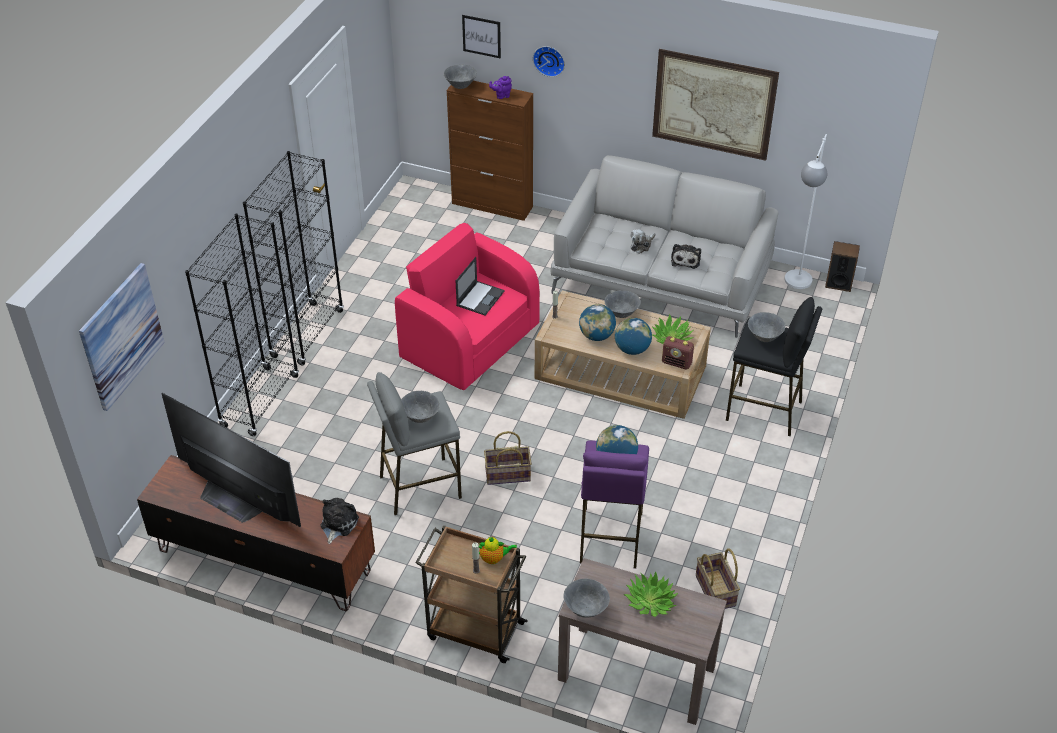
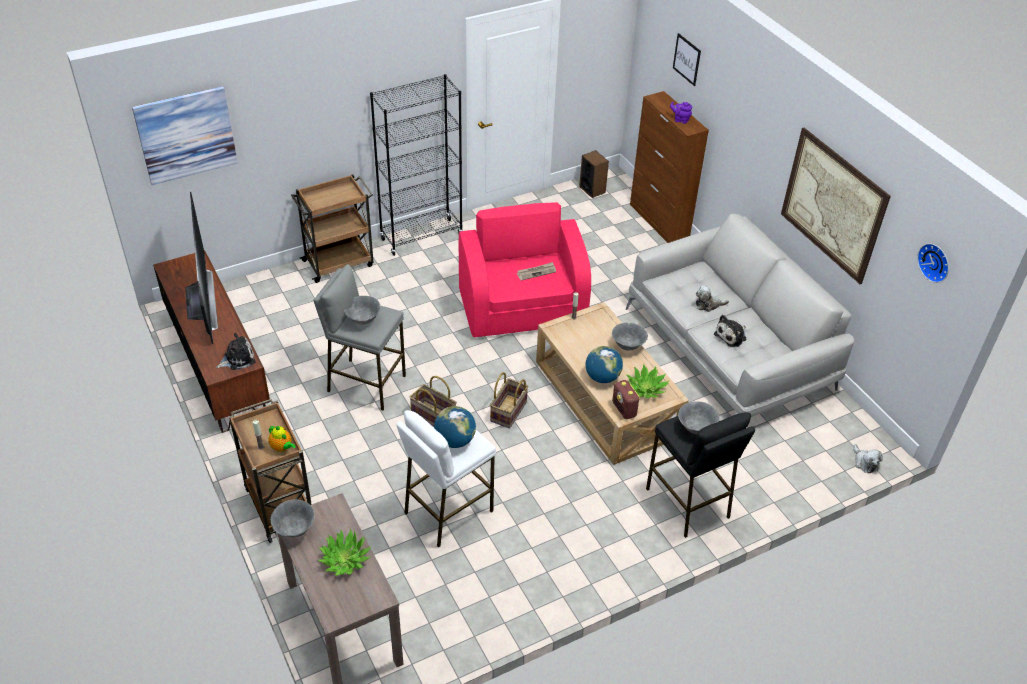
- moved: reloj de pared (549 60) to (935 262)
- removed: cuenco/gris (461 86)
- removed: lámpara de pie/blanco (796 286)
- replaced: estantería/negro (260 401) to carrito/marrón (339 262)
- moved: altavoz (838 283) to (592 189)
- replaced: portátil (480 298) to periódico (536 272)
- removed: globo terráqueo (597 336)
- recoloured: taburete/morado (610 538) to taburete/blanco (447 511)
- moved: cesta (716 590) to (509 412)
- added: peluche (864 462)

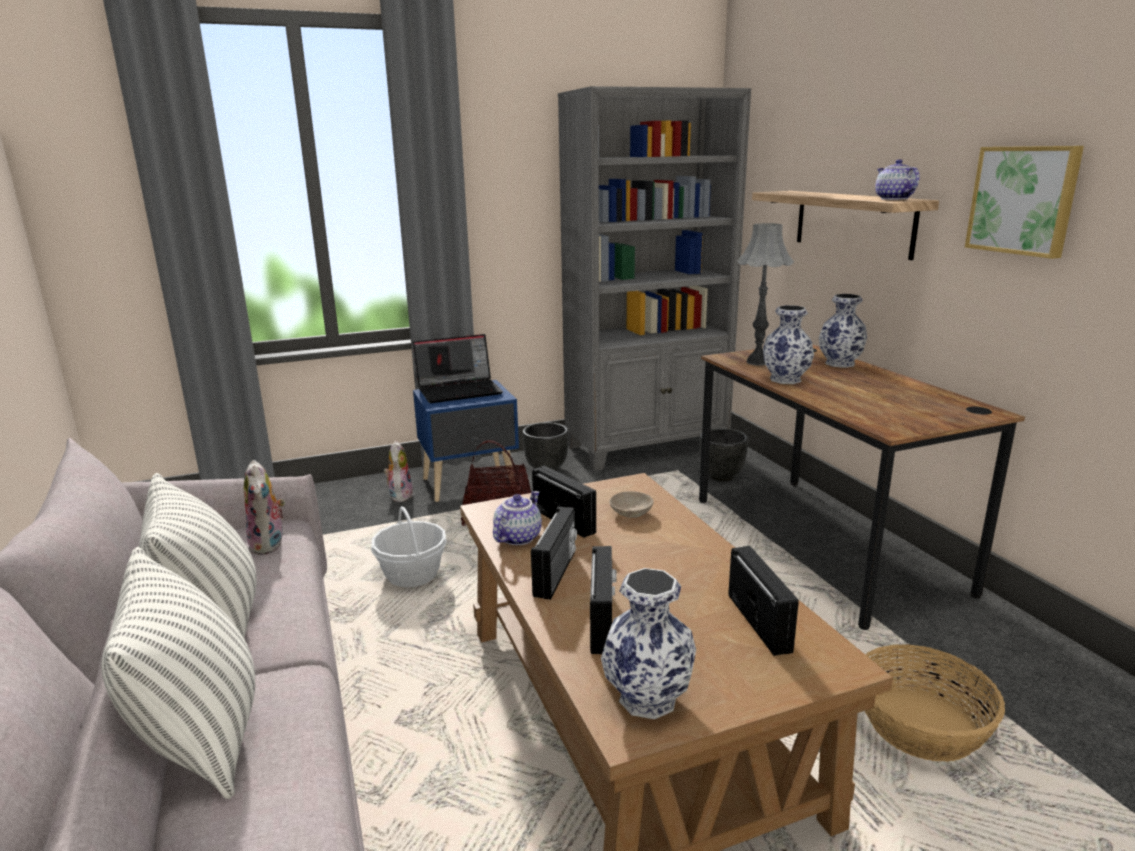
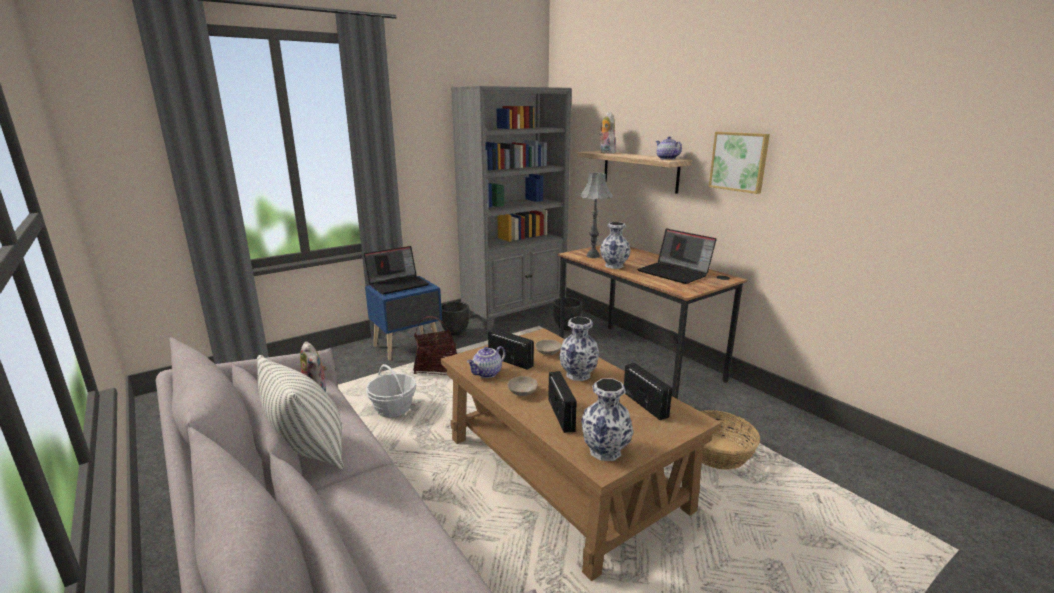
- moved: florero (839 363) to (577 374)
- moved: peluche (399 495) to (606 153)
- turned: tetera (517 537) = (487 373) 150 degrees counterclockwise
- replaced: radio (556 573) to cuenco/beis (522 392)
- removed: cojín (201 737)
- added: portátil (675 273)

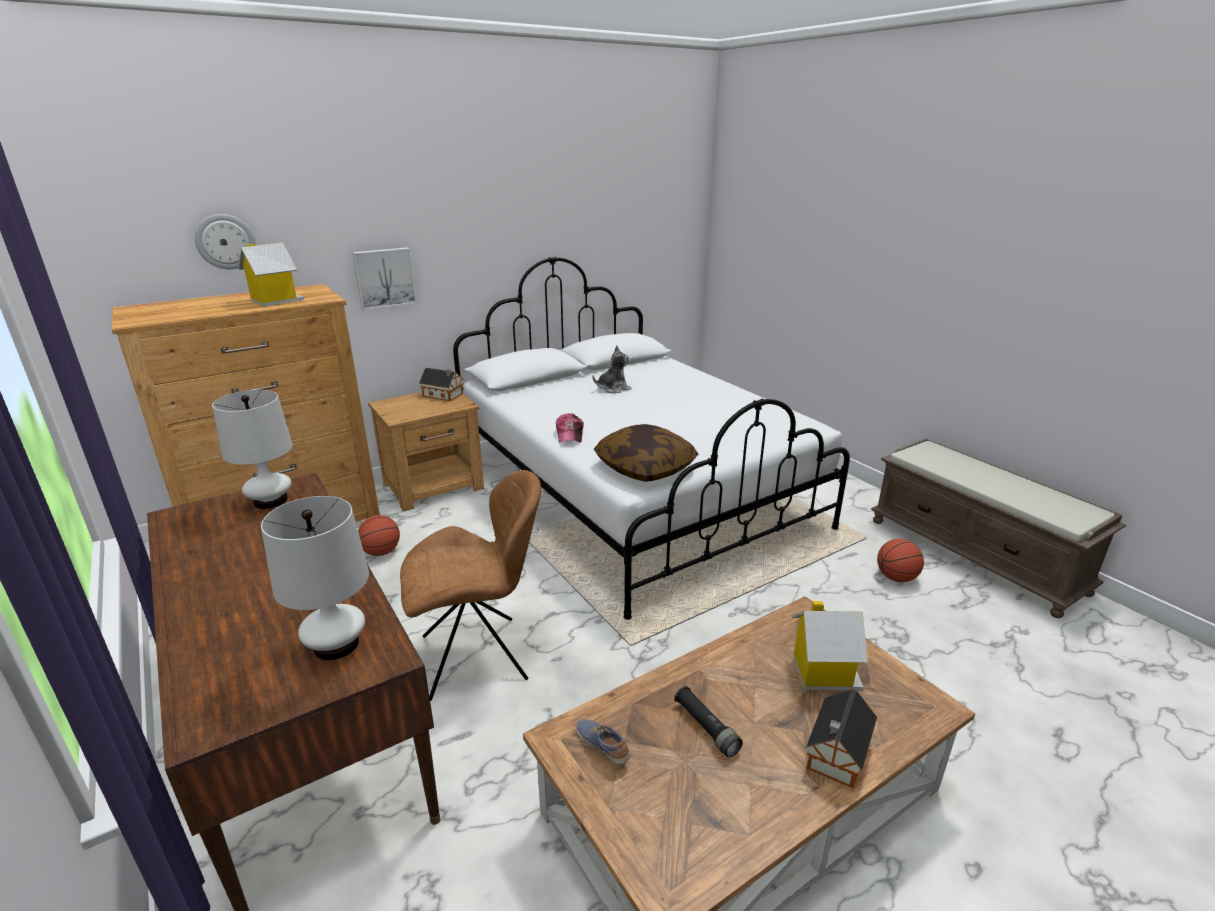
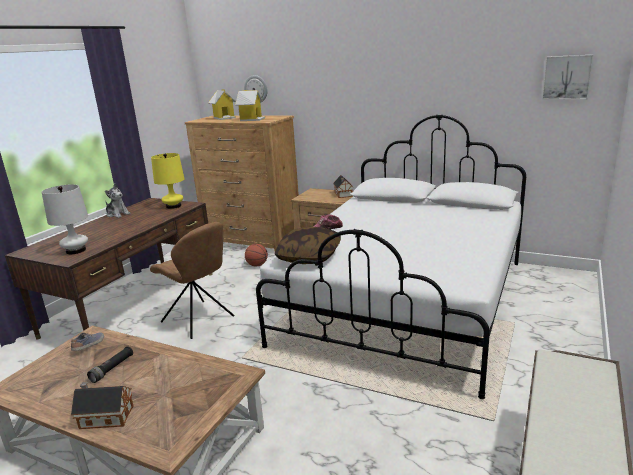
- moved: cuadro (384 278) to (566 77)
- moved: peluche (613 388) to (117 214)
- recoloured: lámpara de mesa/blanco (270 501) to lámpara de mesa/amarillo (173 206)
- removed: balón de baloncesto (896 578)
- moved: casita (823 672) to (224 118)

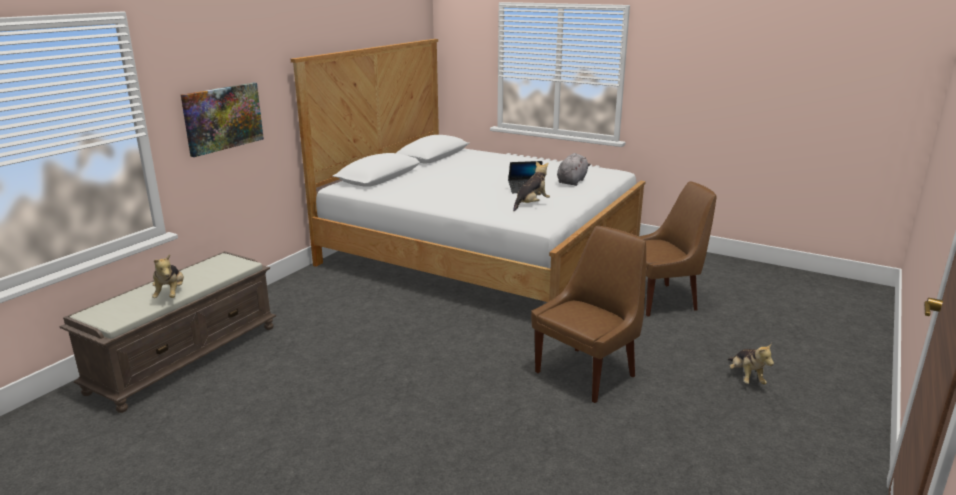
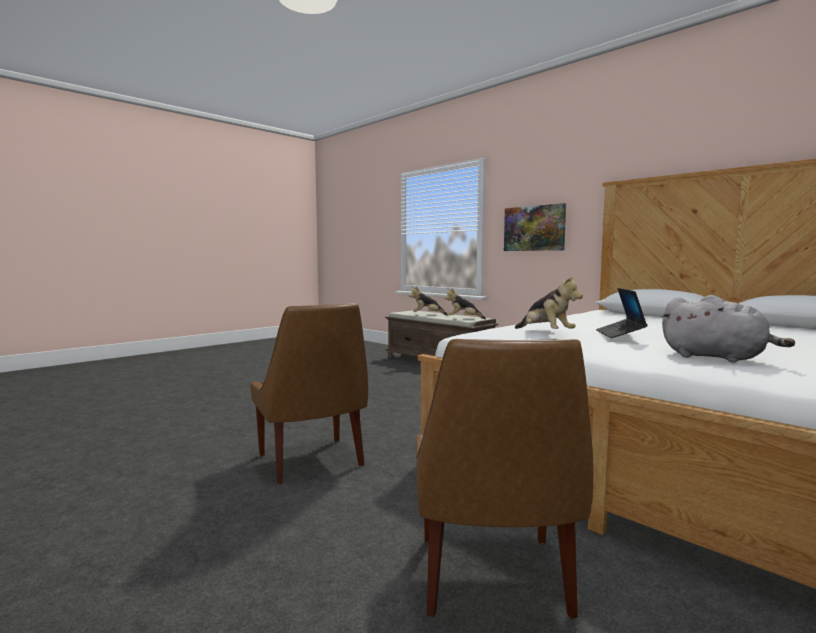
- moved: peluche (745 377) to (463 319)

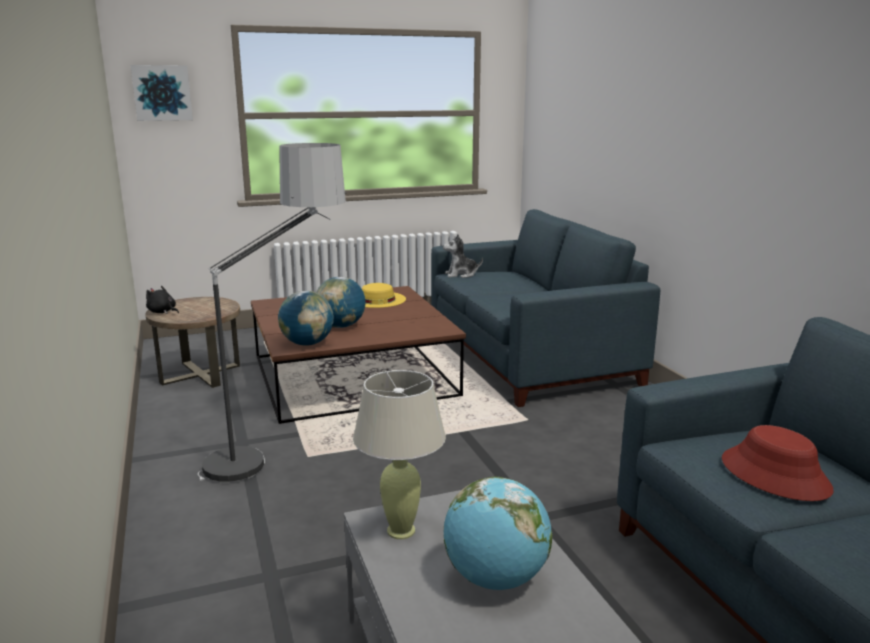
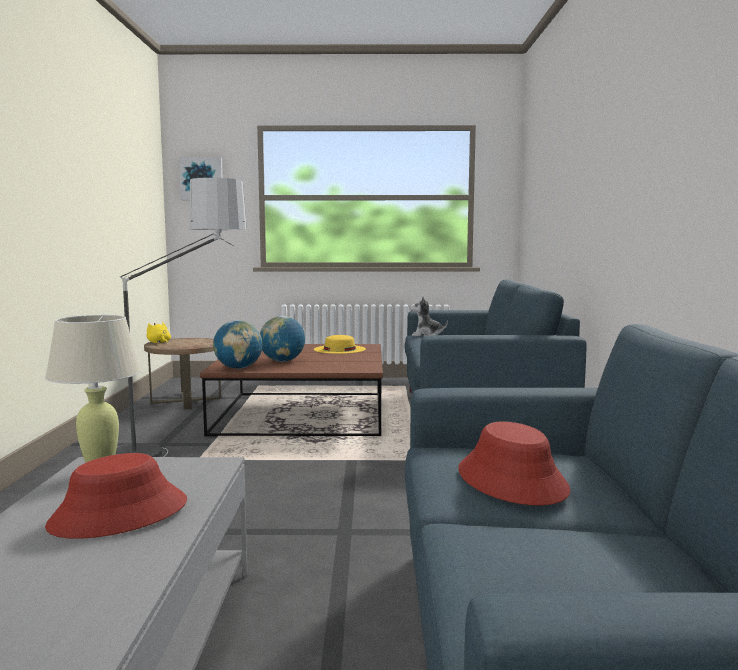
- recoloured: peluche/negro (163 312) to peluche/amarillo (159 343)
- replaced: globo terráqueo (496 579) to sombrero/rojo (119 514)

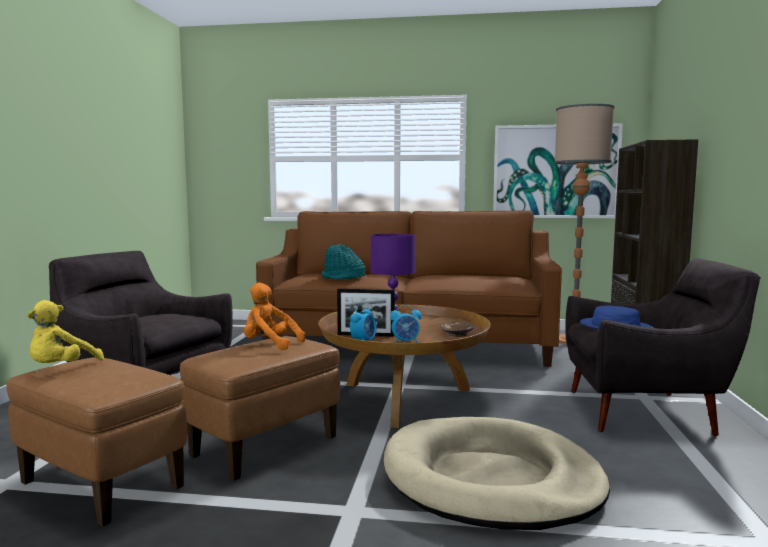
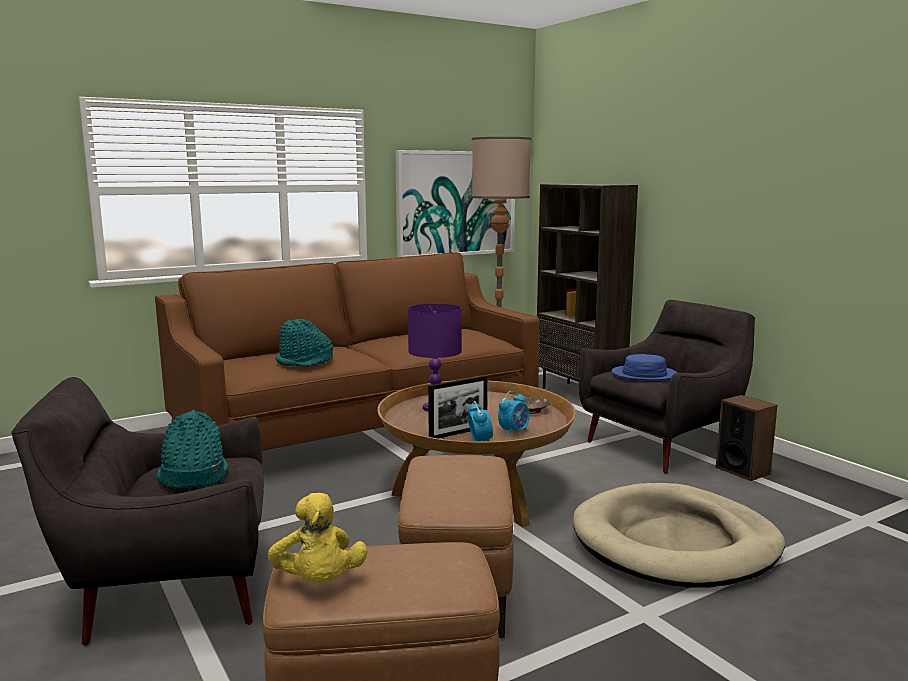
- removed: peluche/naranja (269 344)
- added: altavoz (742 470)
- added: sombrero/turquesa (192 476)

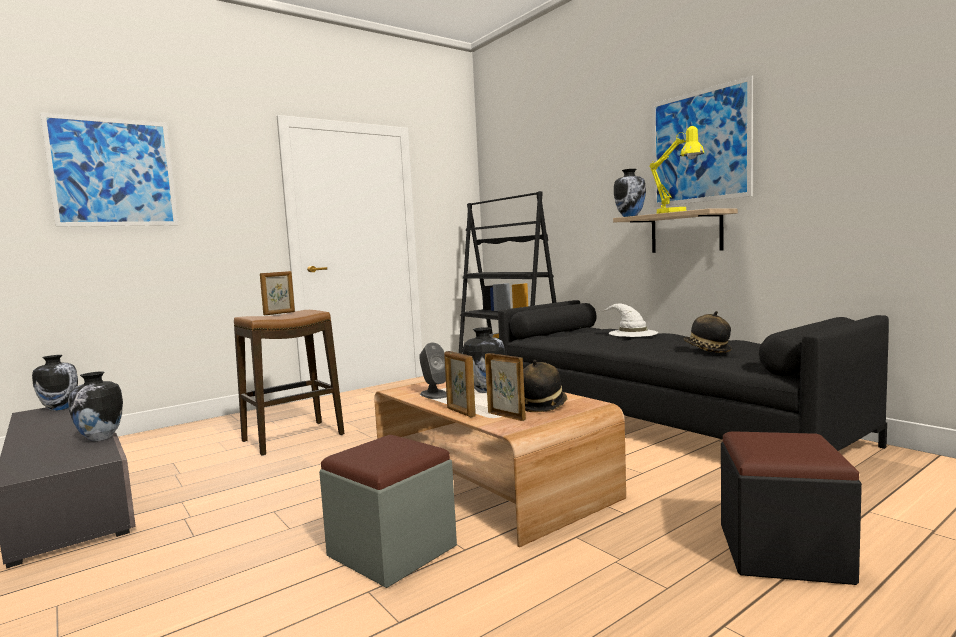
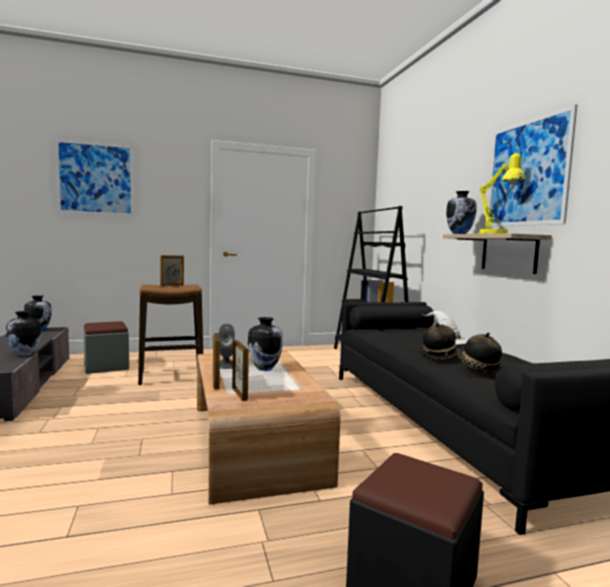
- moved: sombrero (540 405) to (439 355)
- moved: puf/gris (392 551) to (106 366)

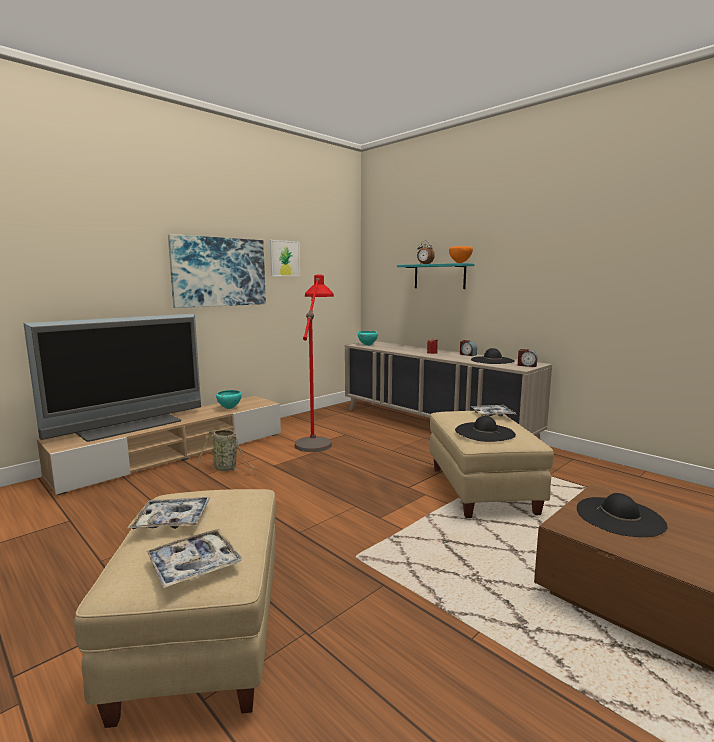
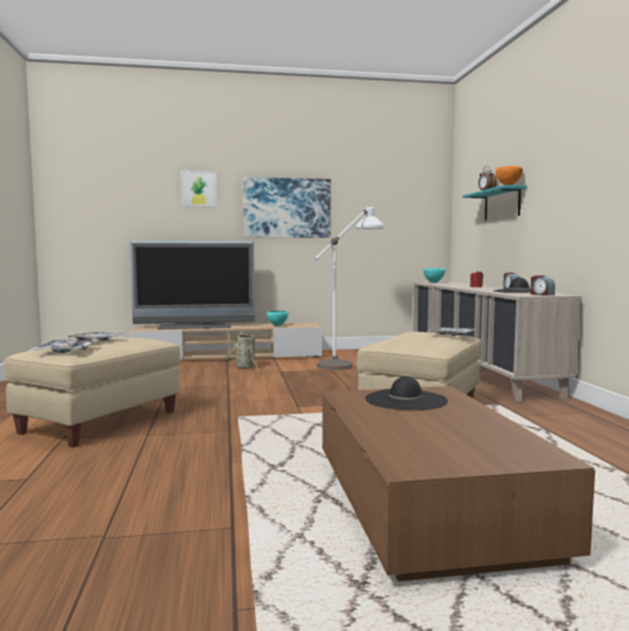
- moved: cuadro (284 258) to (199 188)
- recoloured: lámpara de pie/rojo (316 436) to lámpara de pie/blanco (349 362)
- removed: sombrero/negro (484 432)

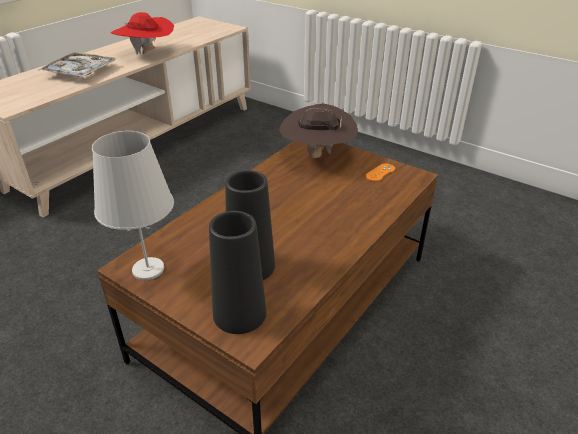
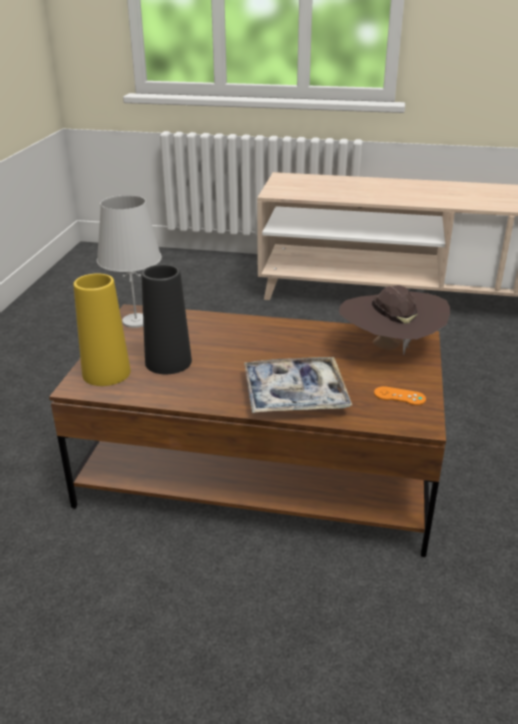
- removed: sombrero/rojo (147 54)
- moved: bandeja (80 72) to (294 395)
- recoloured: florero/negro (239 313) to florero/amarillo (106 373)

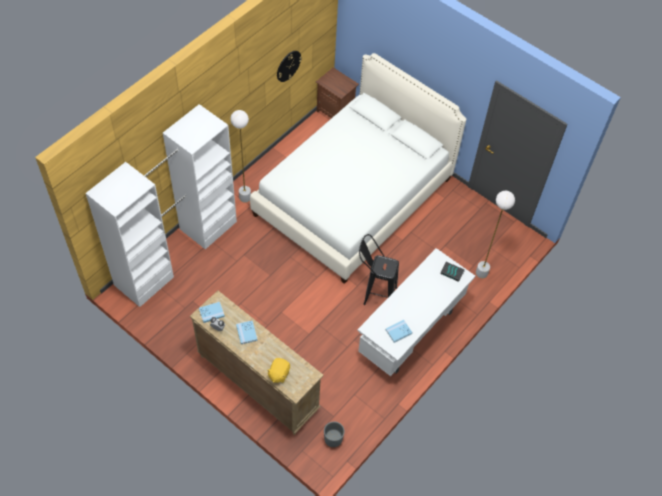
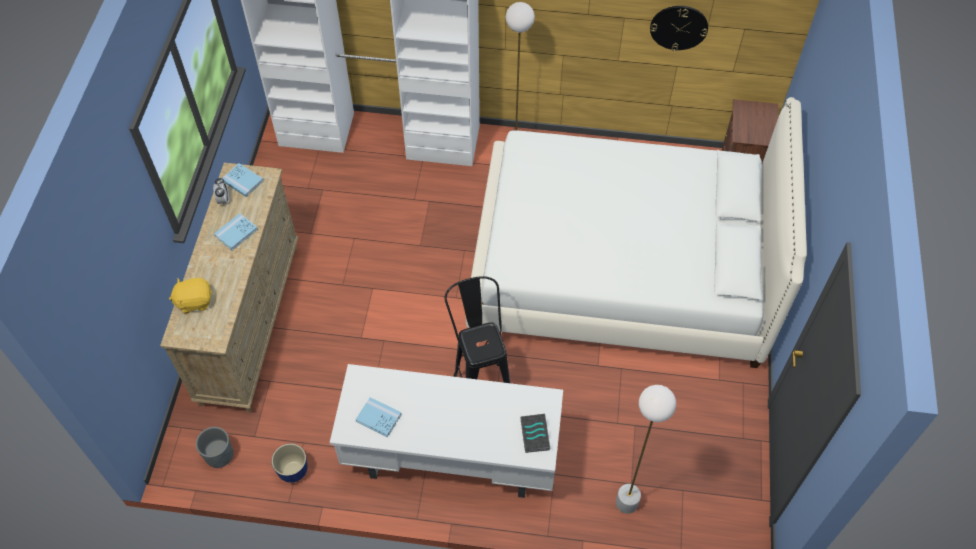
- added: maceta (293 471)

